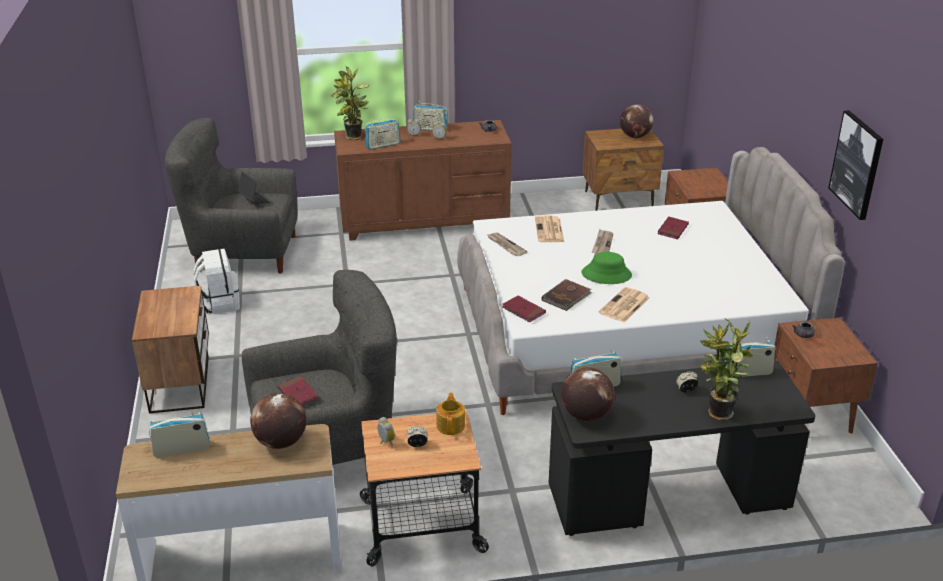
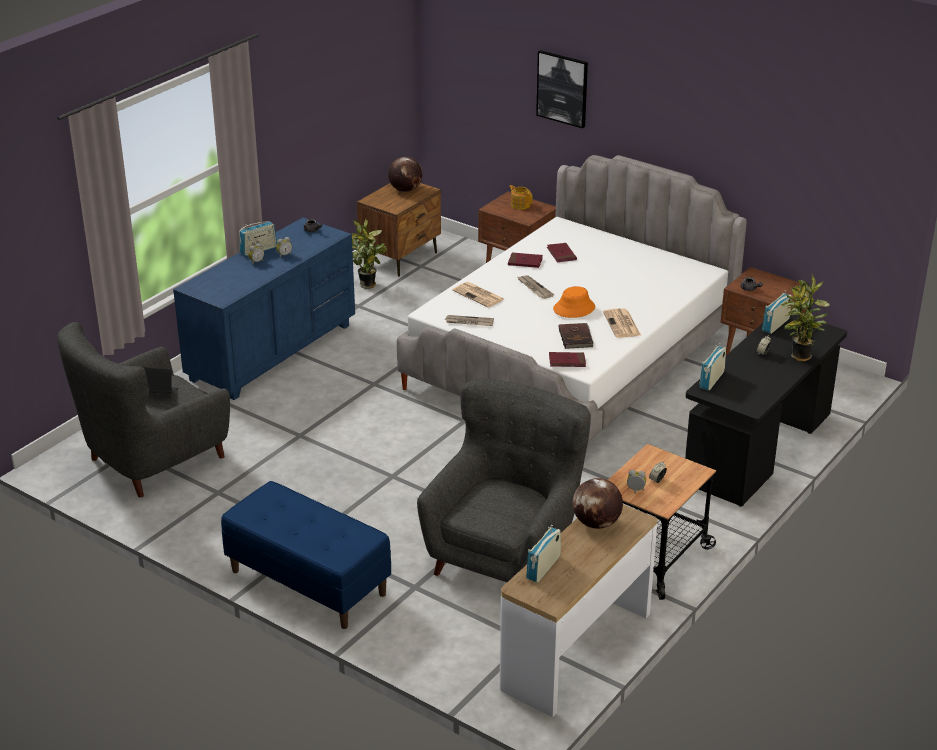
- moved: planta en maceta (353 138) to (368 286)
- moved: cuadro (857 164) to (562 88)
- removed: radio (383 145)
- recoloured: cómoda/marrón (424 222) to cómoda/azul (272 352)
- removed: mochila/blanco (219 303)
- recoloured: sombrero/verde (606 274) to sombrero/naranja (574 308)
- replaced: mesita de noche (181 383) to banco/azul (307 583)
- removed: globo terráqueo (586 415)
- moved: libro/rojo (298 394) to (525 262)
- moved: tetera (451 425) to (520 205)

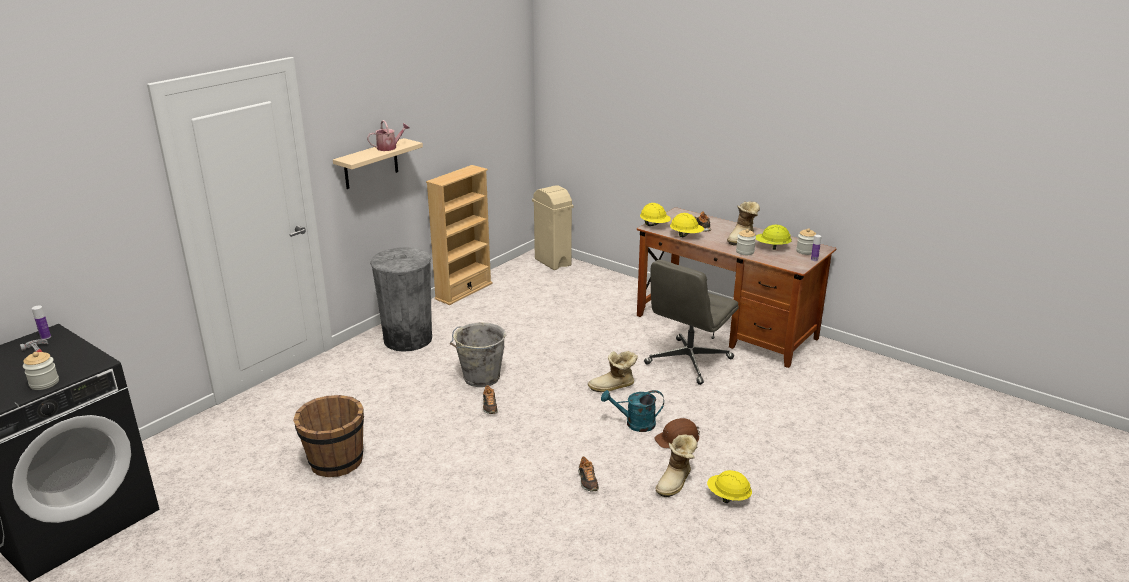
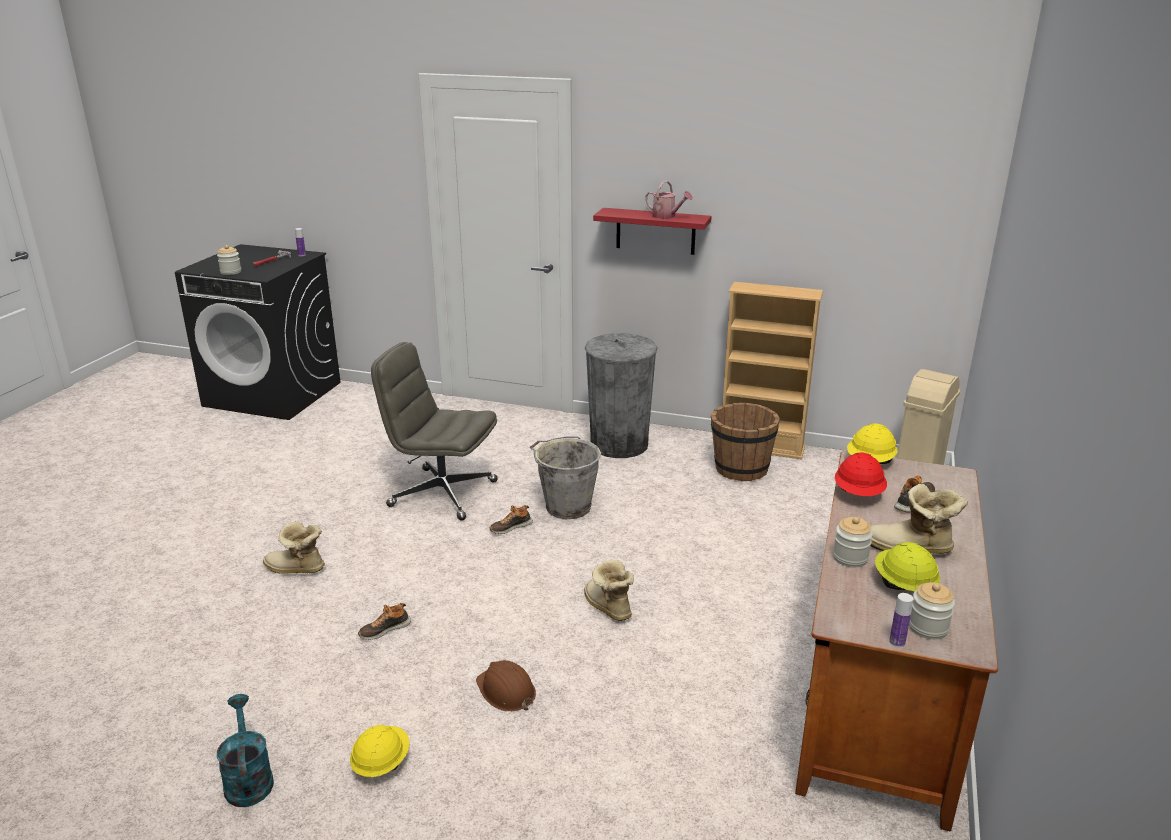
- recoloured: estante/beis (371 164) to estante/rojo (655 231)
- recoloured: casco/amarillo (686 235) to casco/rojo (859 494)
- moved: silla de oficina/gris (688 362) to (441 494)
- moved: regadera/turquesa (635 424) to (248 779)
- moved: cubo/marrón (335 462) to (740 469)
- moved: bota (676 482) to (295 569)

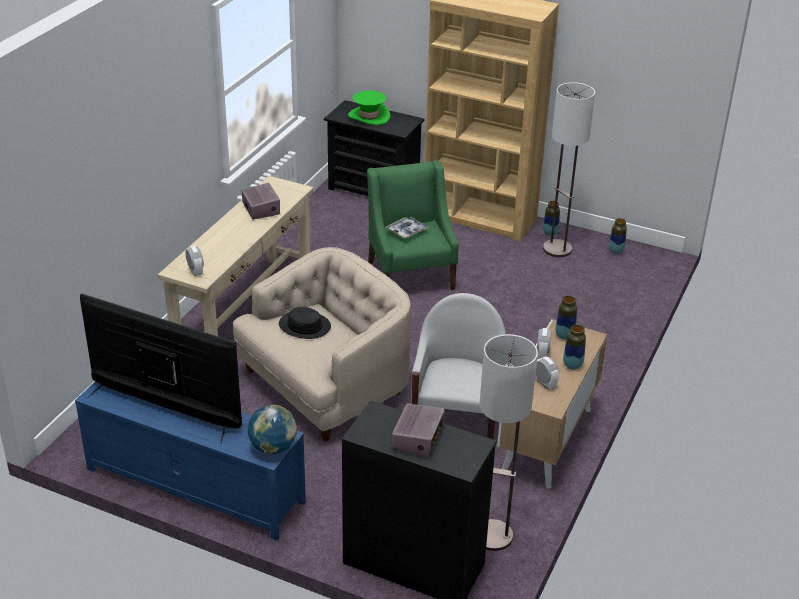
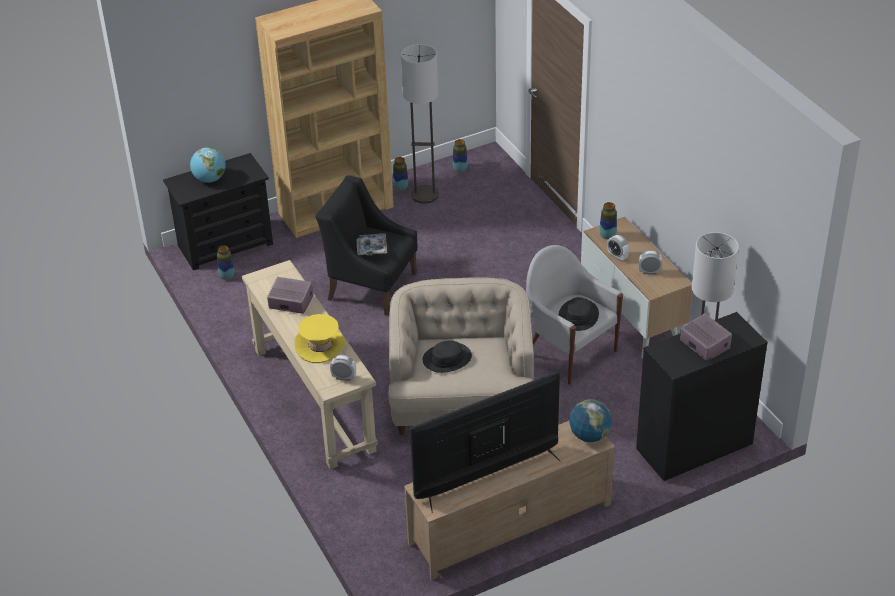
- replaced: sombrero/verde (369 116) to globo terráqueo (210 179)
- recoloured: sillón/verde (410 274) to sillón/negro (371 285)
- moved: florero (572 365) to (227 276)
- recoloured: mueble de televisión/azul (194 485) to mueble de televisión/beis (509 524)
- added: sombrero/negro (578 316)
- added: sombrero/amarillo (320 346)

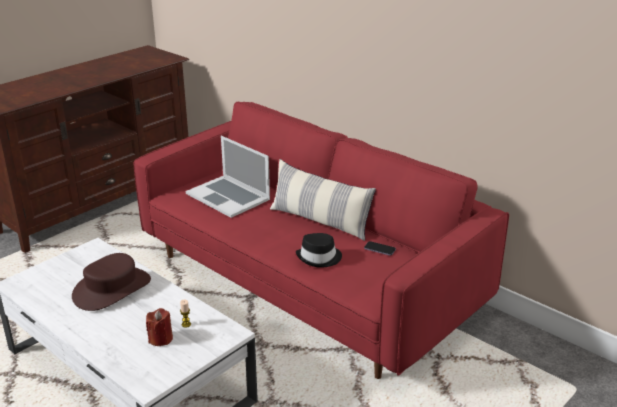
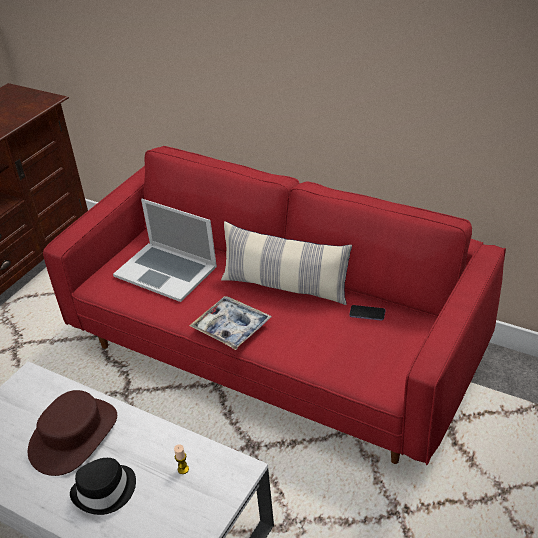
- moved: sombrero/negro (319 258) to (105 491)
- removed: vela/rojo (160 339)
- added: bandeja (231 328)

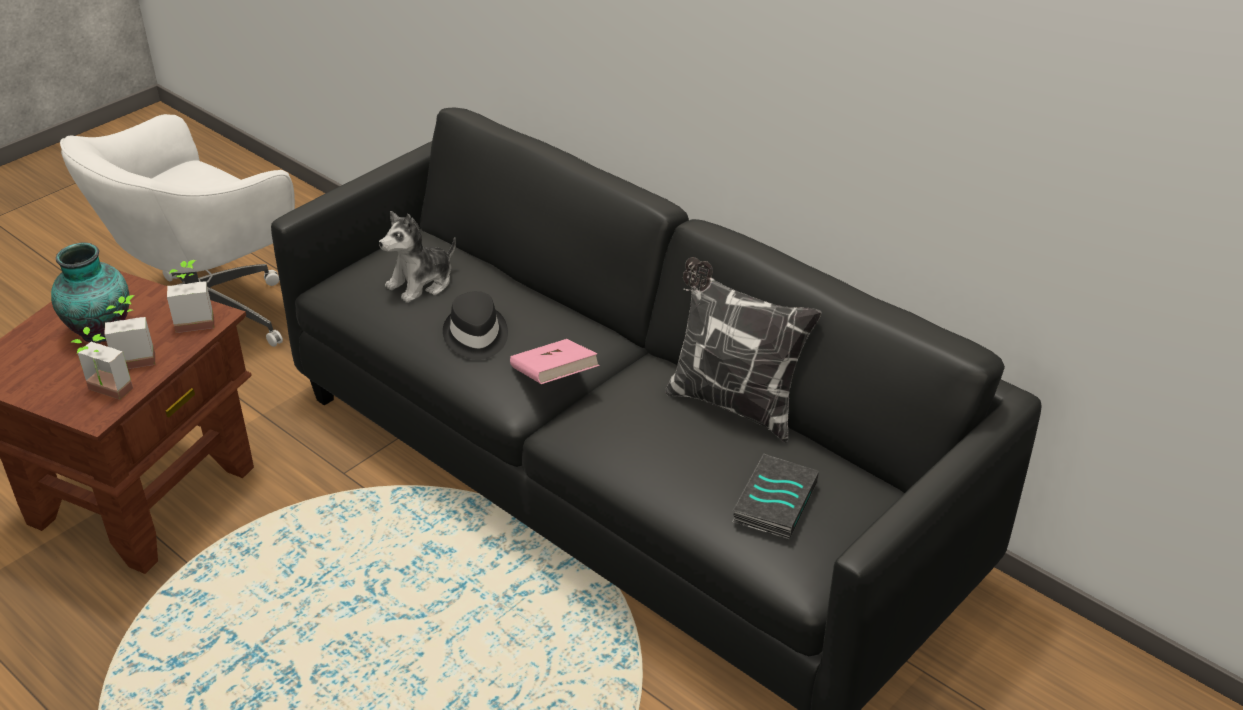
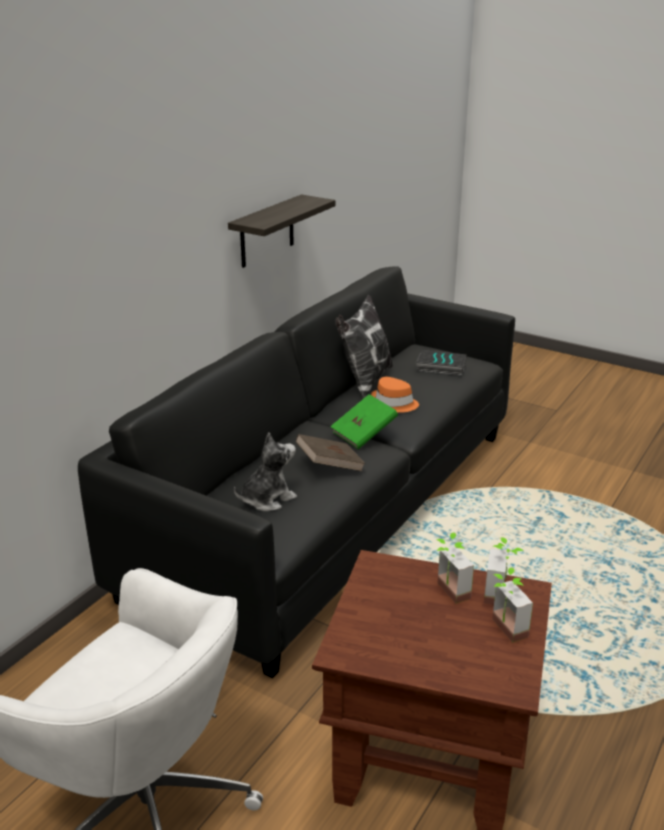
- turned: peluche (421 283) = (267 499) 75 degrees counterclockwise
- removed: florero (99 332)
- moved: planta en maceta (195 320) to (503 630)
- replaced: sombrero/negro (475 336) to libro/marrón (330 466)
- recoloured: libro/rosa (554 378) to libro/verde (364 434)
- added: estante (267 232)
- added: sombrero/naranja (394 404)

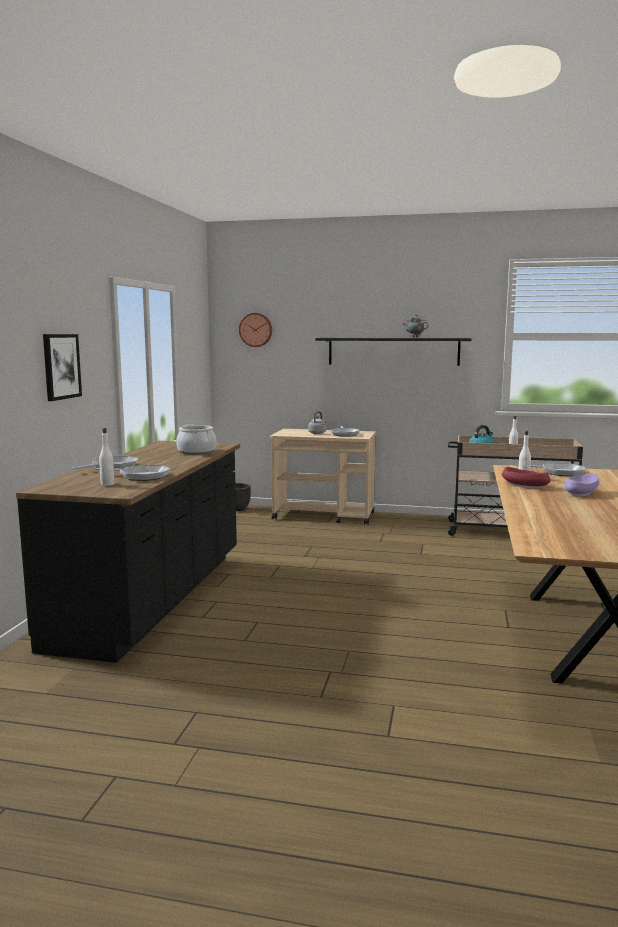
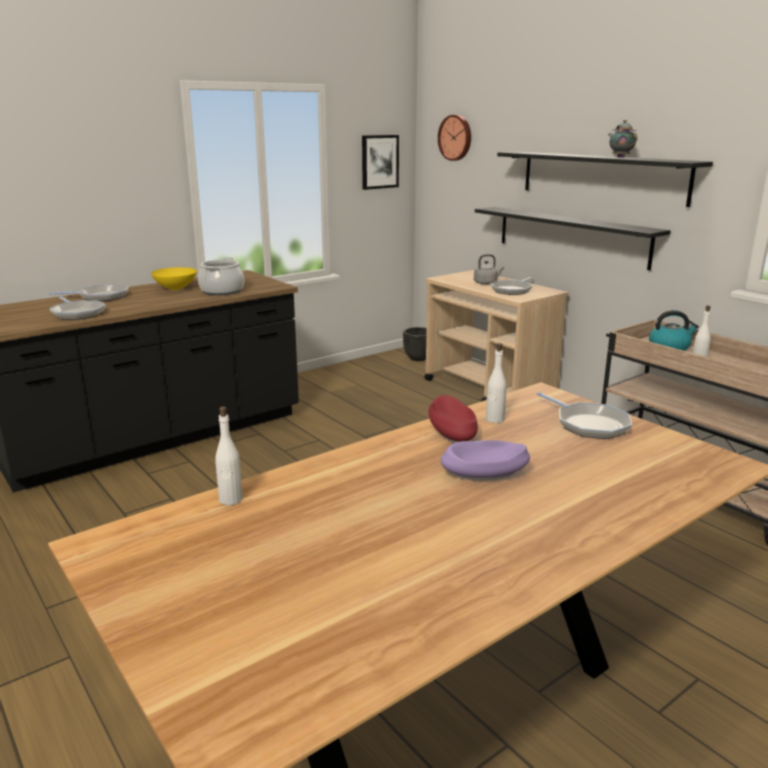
- moved: cuadro (61 366) to (379 161)
- moved: botella/blanco (107 484) to (230 499)
- added: estante/negro (571 236)
- added: cuenco/amarillo (176 288)

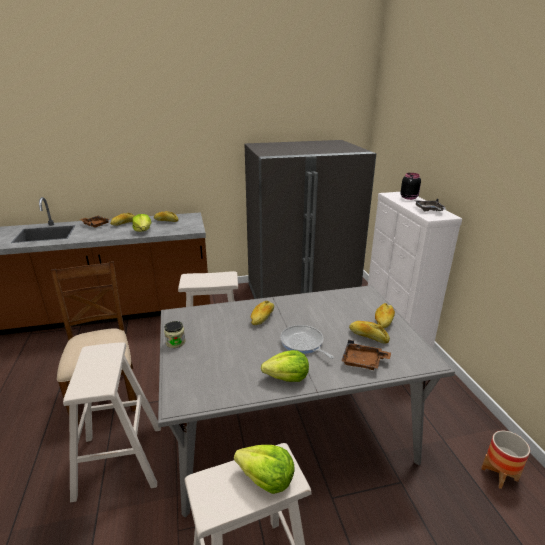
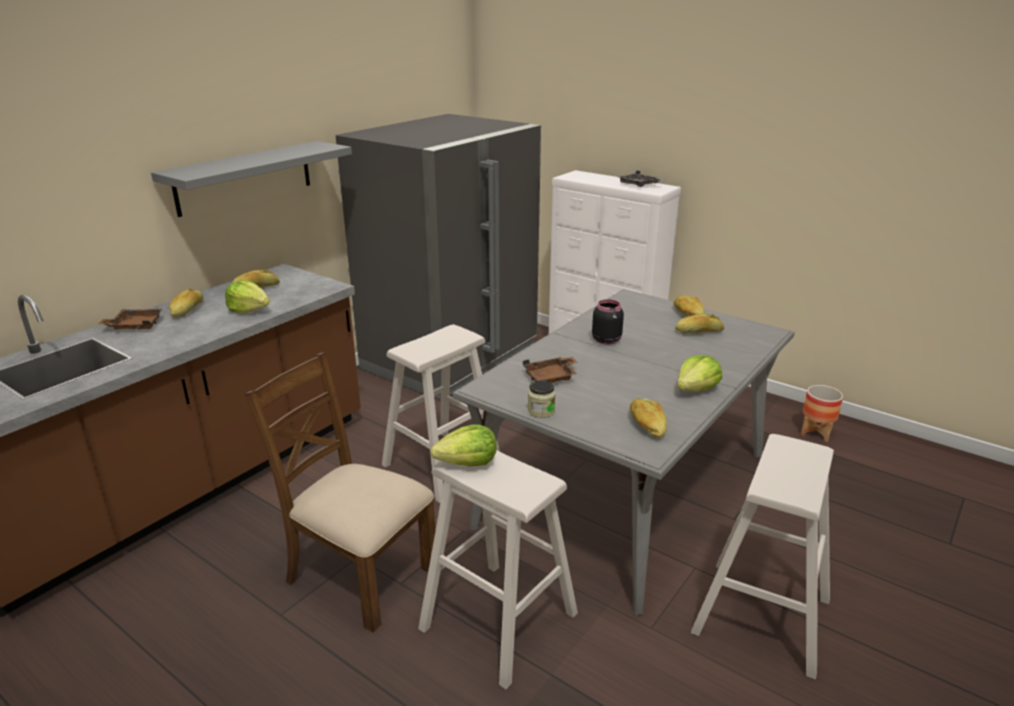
- moved: tarro/negro (409 198) to (606 340)
- moved: pan (262 317) to (646 425)
- removed: sartén (303 343)
- moved: bandeja/marrón (363 362) to (551 377)
- moved: lechuga (266 479) to (468 463)
- added: estante/gris (244 177)

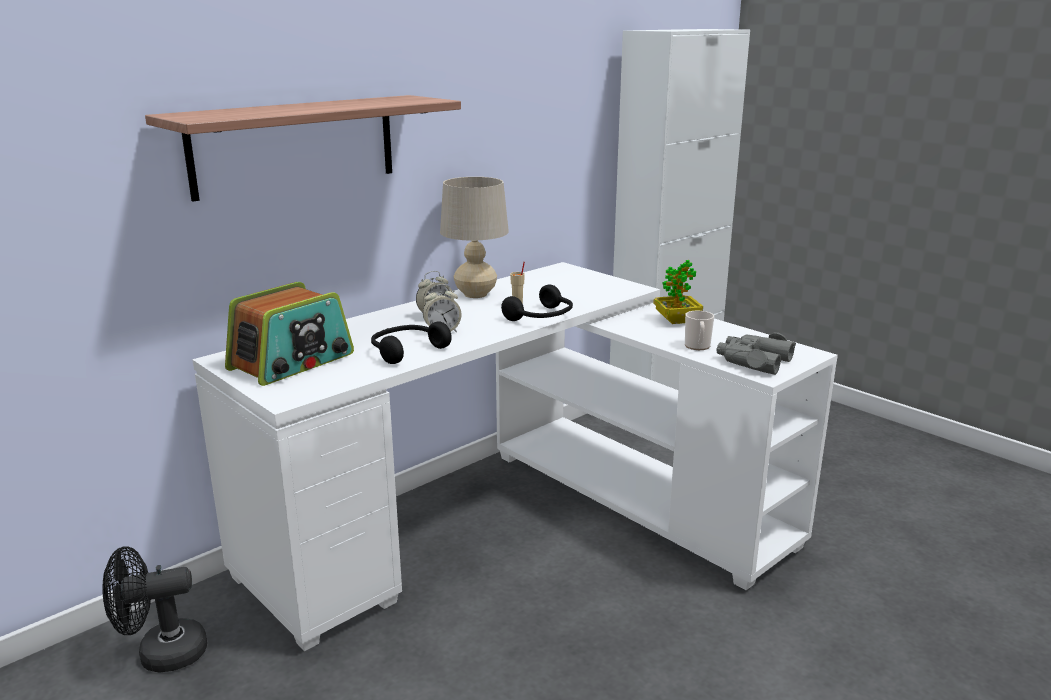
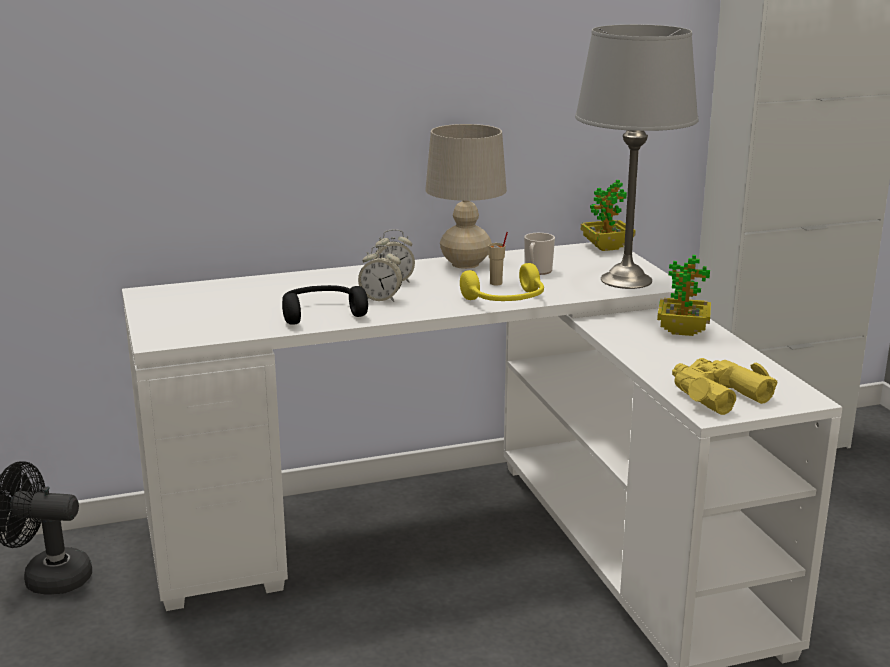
- removed: estante (295 145)
- removed: radio (292 362)
- recoloured: auriculares/negro (542 317) to auriculares/amarillo (506 301)
- moved: taza grande (697 347) to (537 271)
- recoloured: prismáticos/gris (753 361) to prismáticos/amarillo (716 394)
- added: lámpara de mesa/gris (625 280)
- added: planta en maceta (606 247)

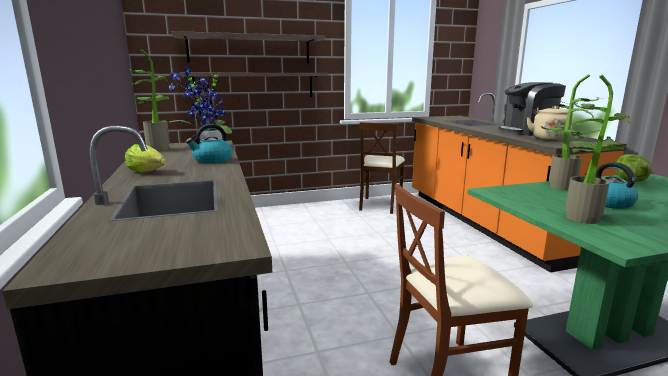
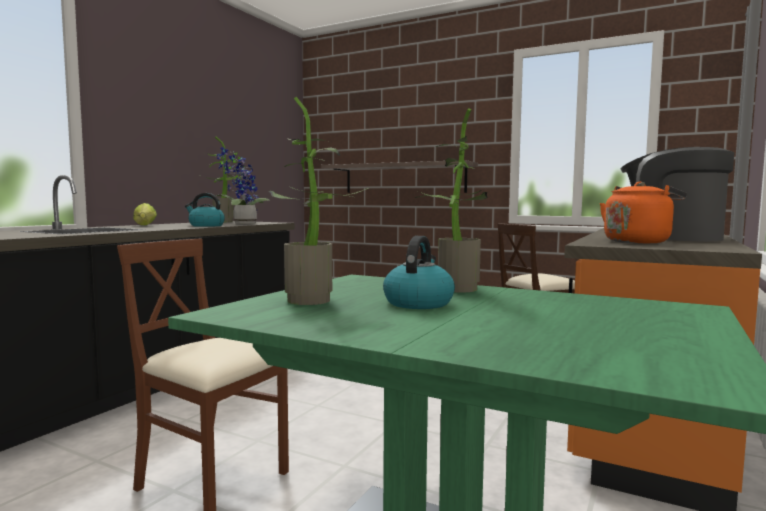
- removed: estante (249 49)
- recoloured: hervidor/beis (549 139) to hervidor/naranja (638 242)
- removed: lechuga (627 180)

